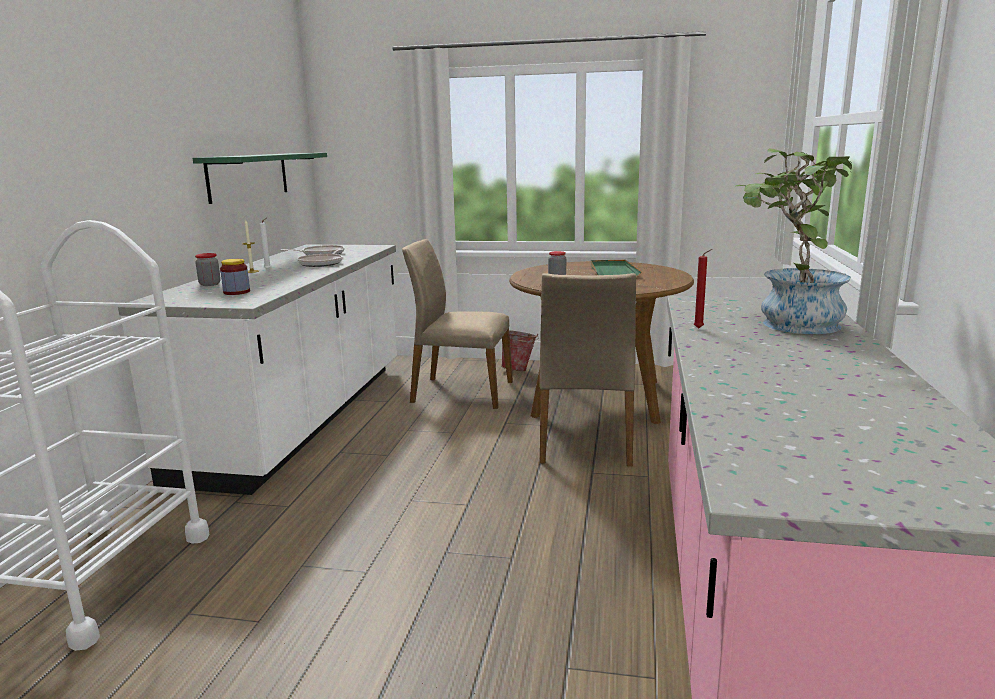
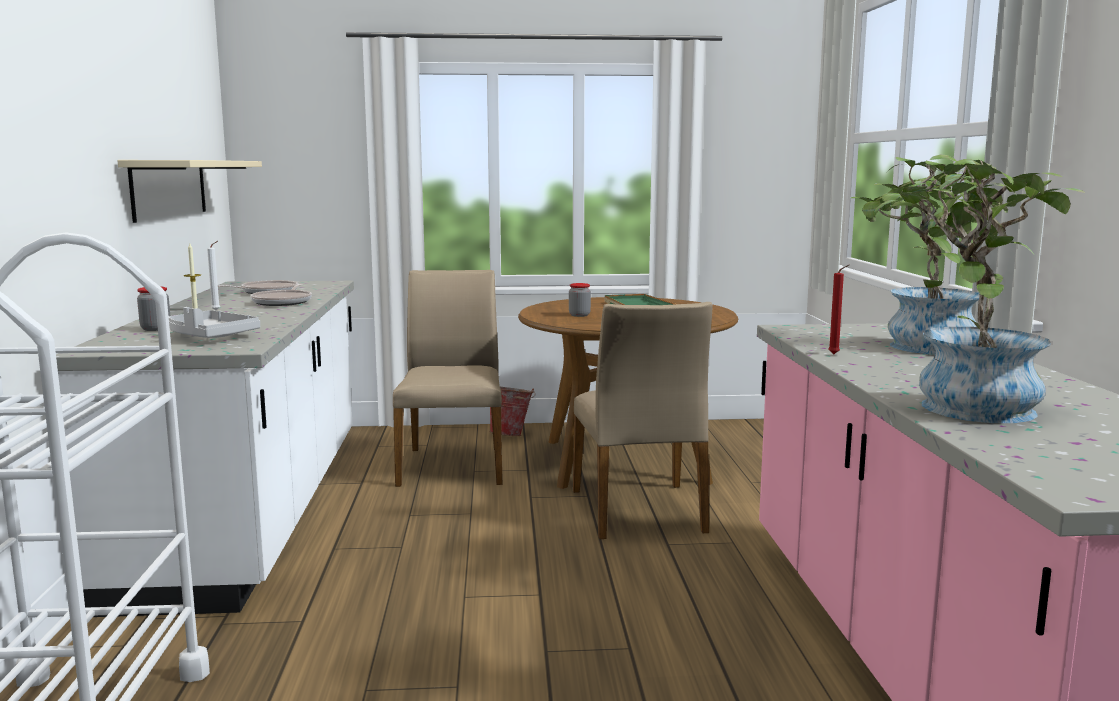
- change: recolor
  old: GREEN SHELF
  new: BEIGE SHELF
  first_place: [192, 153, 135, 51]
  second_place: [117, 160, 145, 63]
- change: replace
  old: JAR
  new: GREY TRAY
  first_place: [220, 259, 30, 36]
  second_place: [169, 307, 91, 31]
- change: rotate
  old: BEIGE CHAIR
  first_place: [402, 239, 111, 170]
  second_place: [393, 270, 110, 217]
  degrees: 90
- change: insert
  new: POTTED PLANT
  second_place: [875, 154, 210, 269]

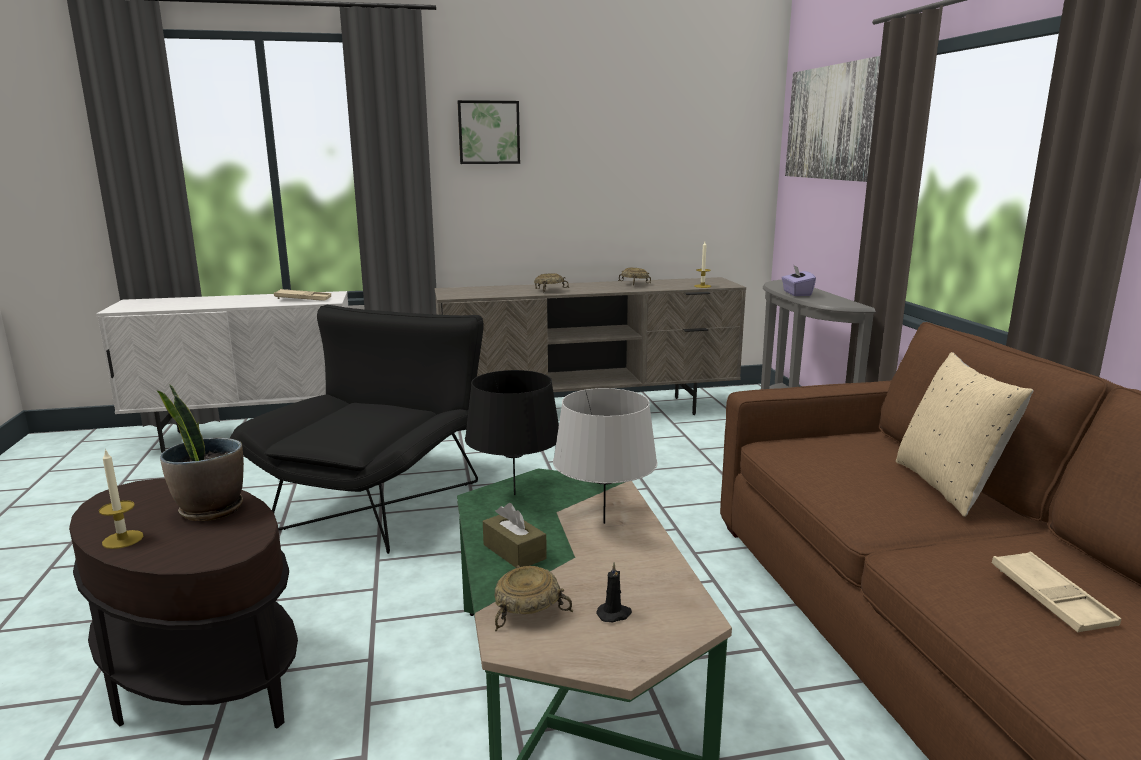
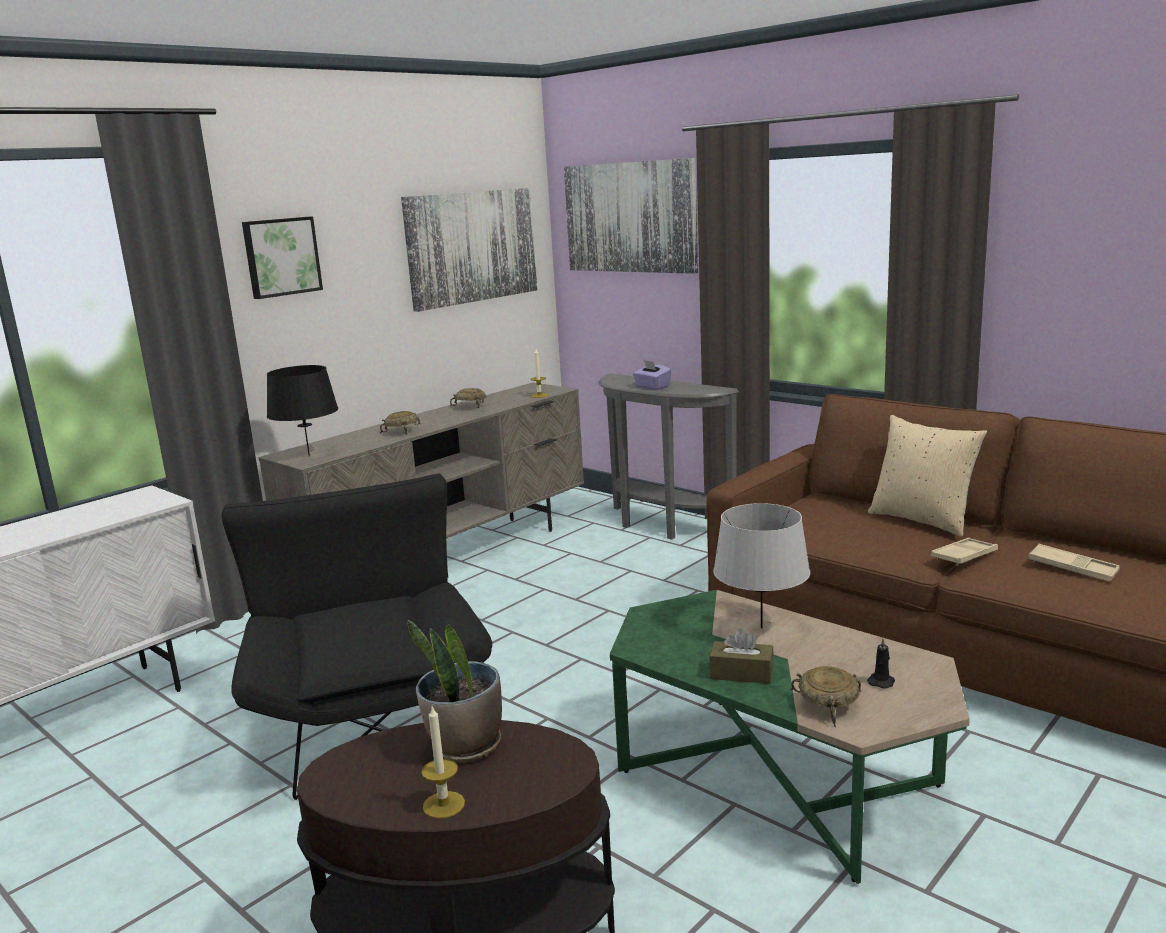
- change: move
  old: BLACK TABLE LAMP
  first_place: [465, 370, 94, 125]
  second_place: [267, 365, 71, 91]
- change: insert
  new: PICTURE
  second_place: [401, 188, 136, 124]
- change: move
  old: BEIGE TRAY
  first_place: [274, 289, 57, 12]
  second_place: [931, 538, 67, 28]

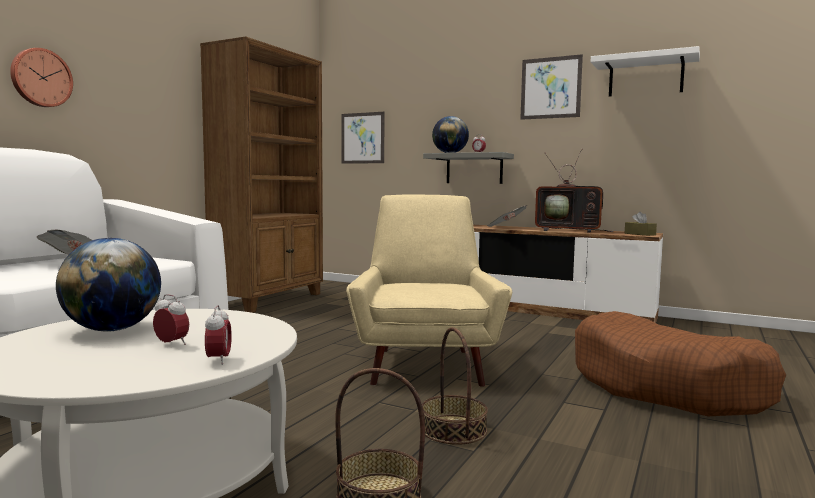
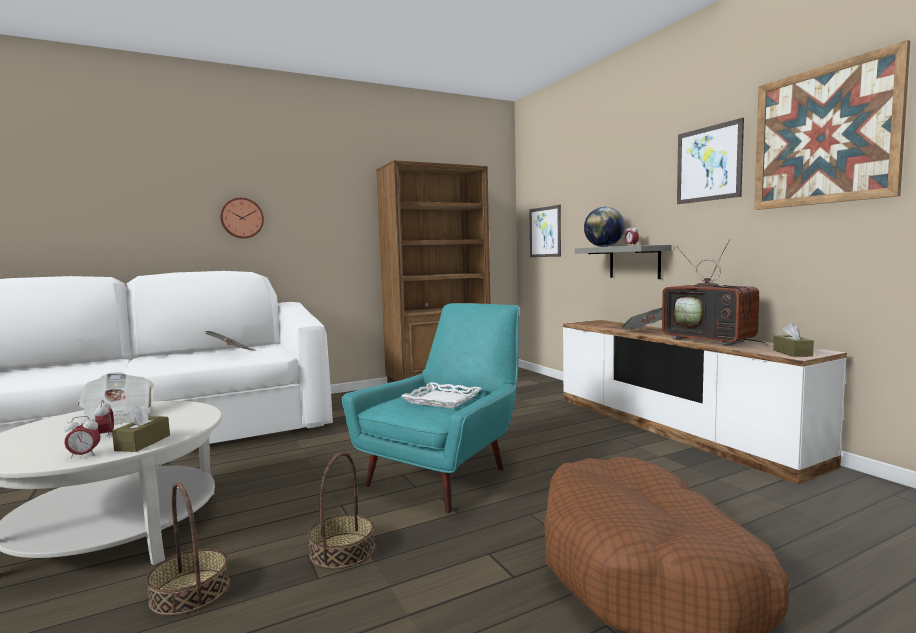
- change: rotate
  old: ALARM CLOCK
  first_place: [205, 305, 27, 60]
  second_place: [64, 416, 37, 43]
  degrees: 45
- change: replace
  old: GLOBE
  new: NEWSPAPER
  first_place: [56, 238, 105, 93]
  second_place: [77, 372, 77, 53]
- change: insert
  new: BROWN TISSUE BOX
  second_place: [112, 404, 58, 48]
- change: recolor
  old: BEIGE ARMCHAIR
  new: TURQUOISE ARMCHAIR
  first_place: [346, 194, 167, 193]
  second_place: [342, 303, 178, 210]
- change: insert
  new: WHITE TRAY
  second_place: [401, 382, 81, 27]
- change: replace
  old: WHITE SHELF
  new: PICTURE
  first_place: [591, 46, 109, 51]
  second_place: [754, 40, 157, 170]

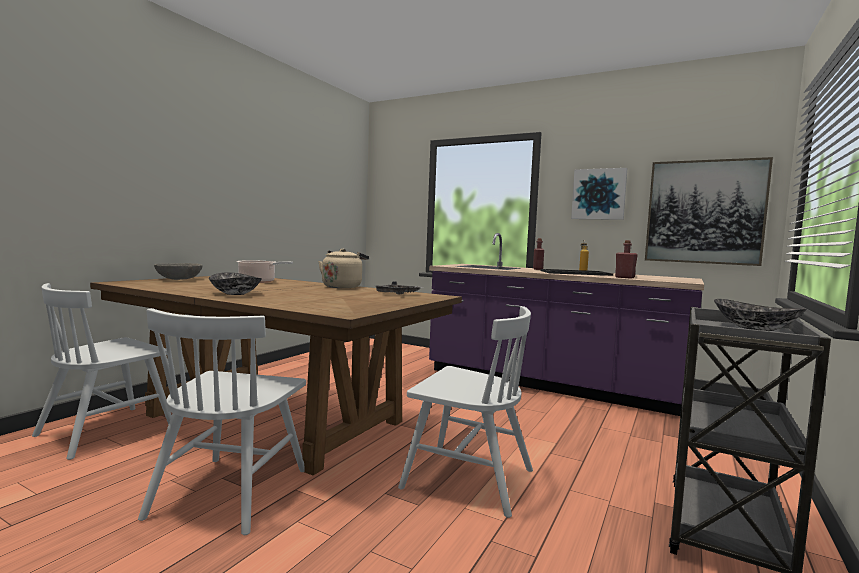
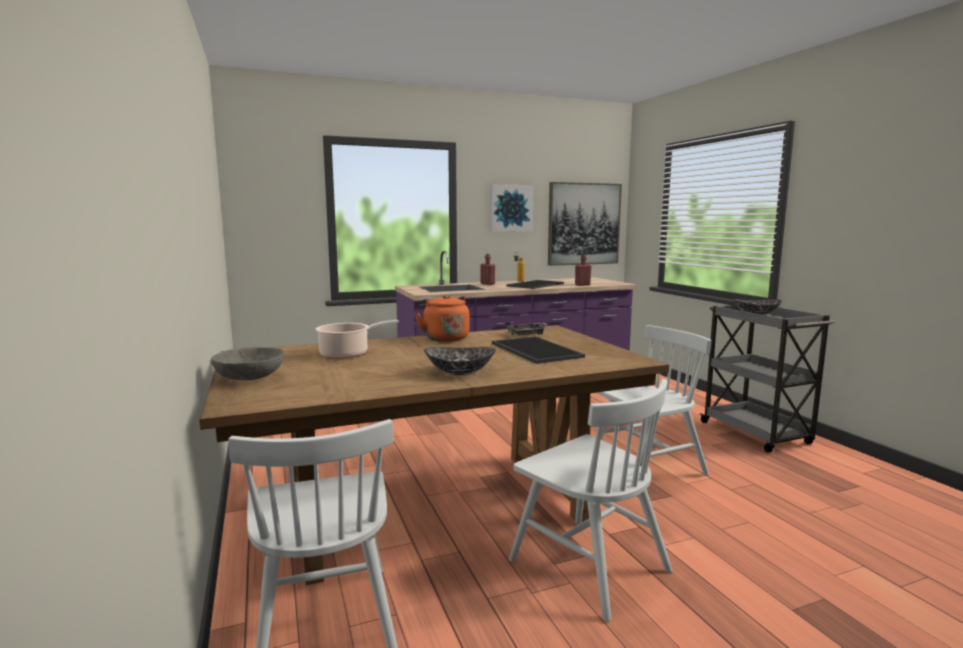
- change: recolor
  old: BEIGE KETTLE
  new: ORANGE KETTLE
  first_place: [318, 249, 51, 39]
  second_place: [415, 295, 54, 47]
- change: insert
  new: TRAY
  second_place: [492, 336, 93, 28]

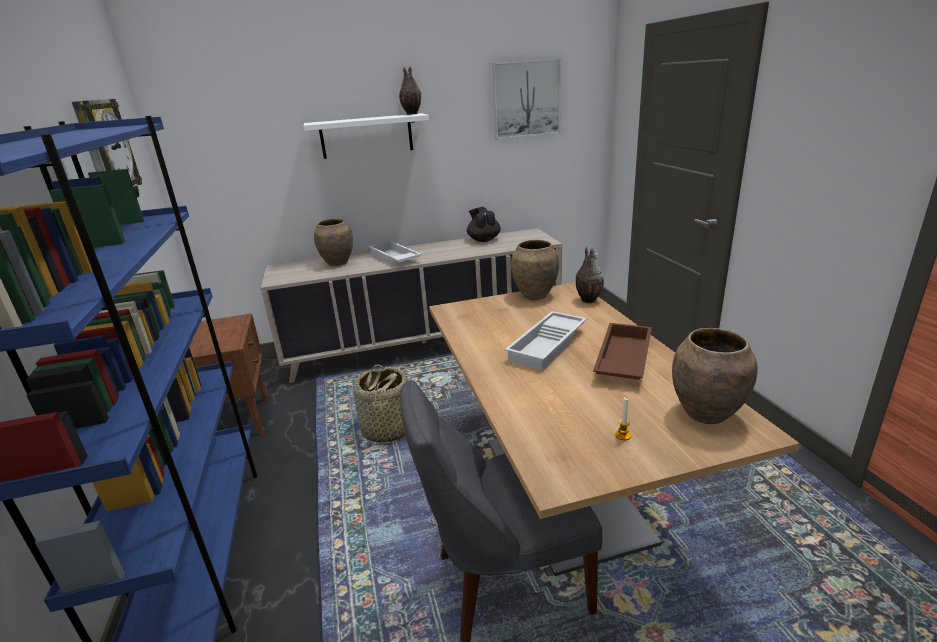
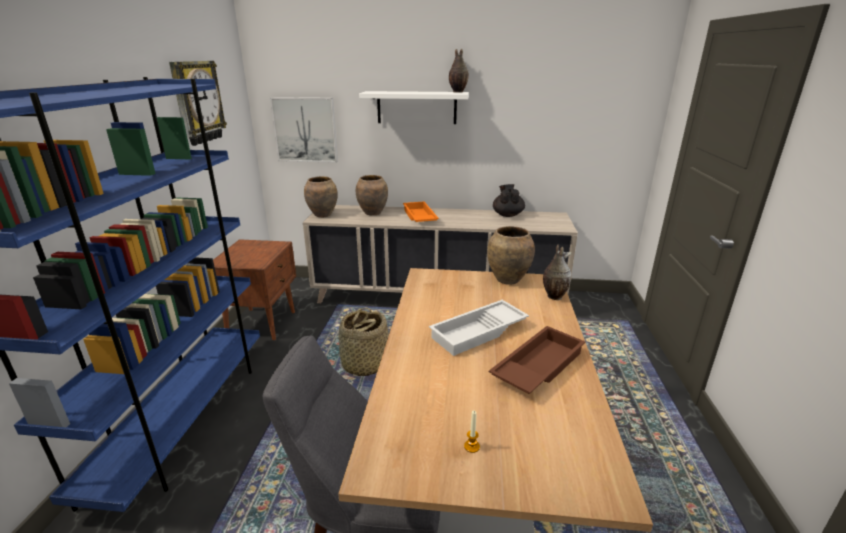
- change: move
  old: PICTURE
  first_place: [492, 59, 69, 80]
  second_place: [270, 97, 68, 66]
- change: move
  old: BROWN VASE
  first_place: [672, 328, 85, 96]
  second_place: [304, 176, 34, 41]
- change: recolor
  old: WHITE TRAY
  new: ORANGE TRAY
  first_place: [368, 241, 54, 22]
  second_place: [403, 201, 36, 21]

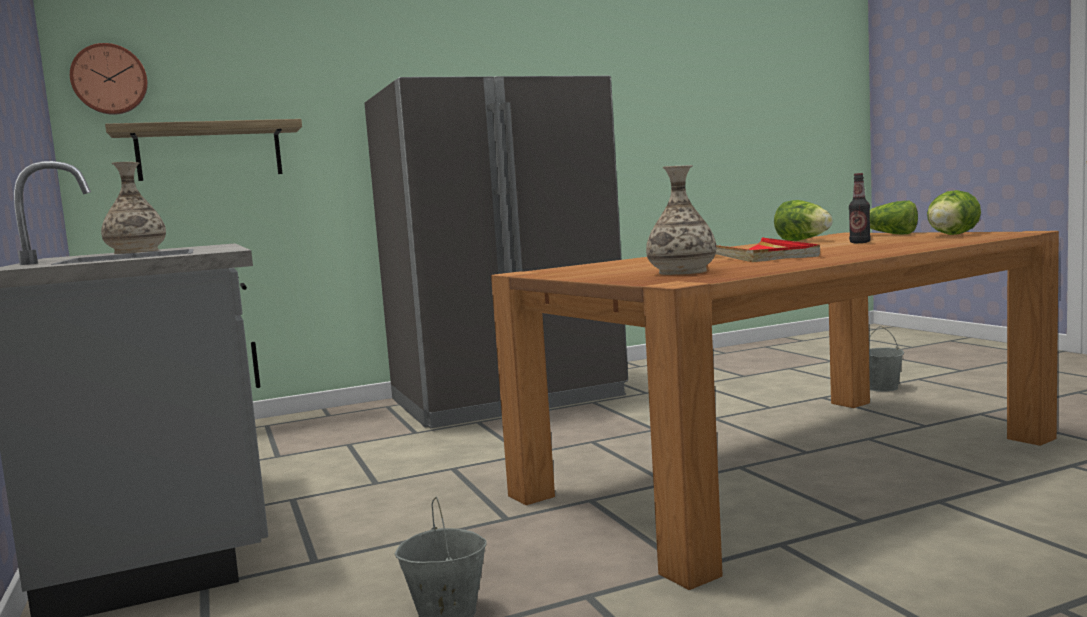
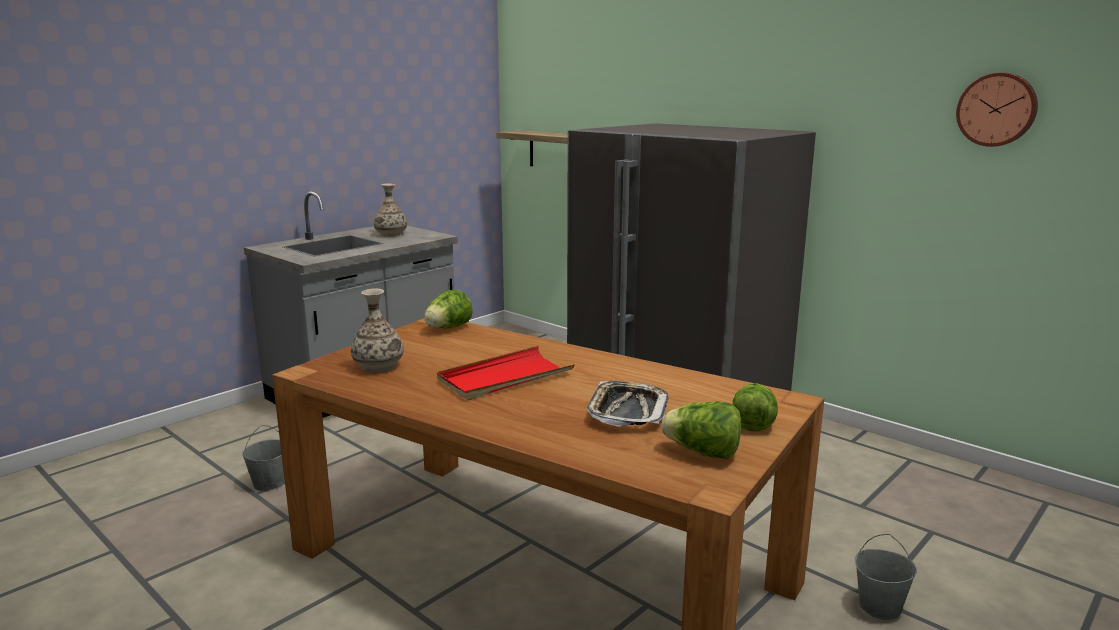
- change: move
  old: LETTUCE
  first_place: [774, 200, 59, 41]
  second_place: [424, 290, 49, 38]
- change: replace
  old: BOTTLE
  new: TRAY
  first_place: [849, 173, 22, 70]
  second_place: [586, 381, 82, 46]
- change: move
  old: WALL CLOCK
  first_place: [70, 43, 78, 72]
  second_place: [956, 73, 82, 74]

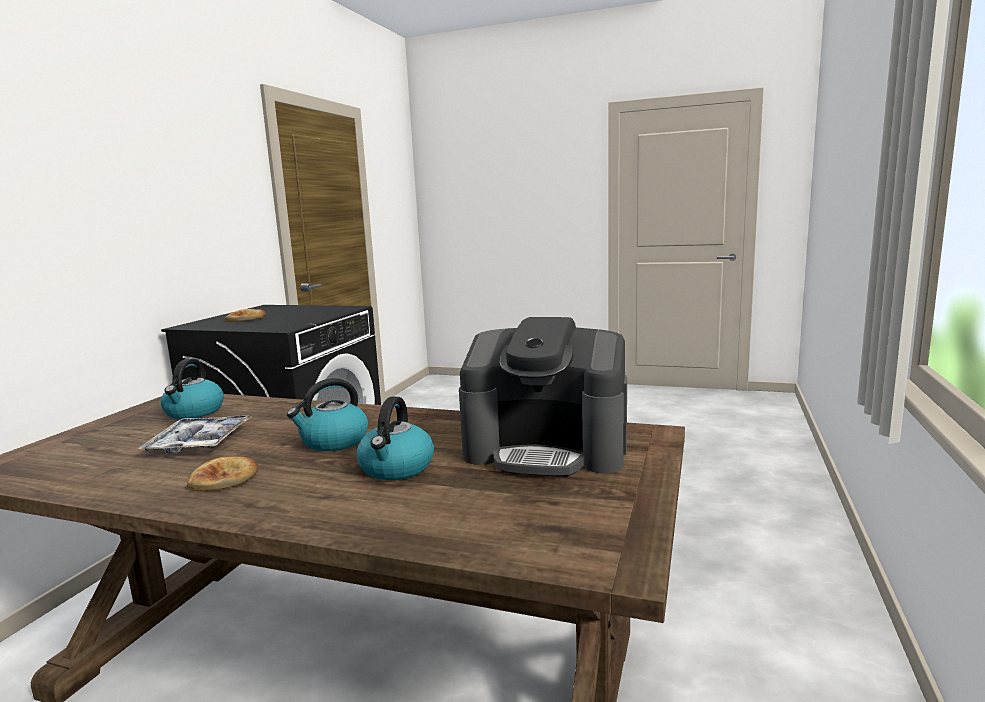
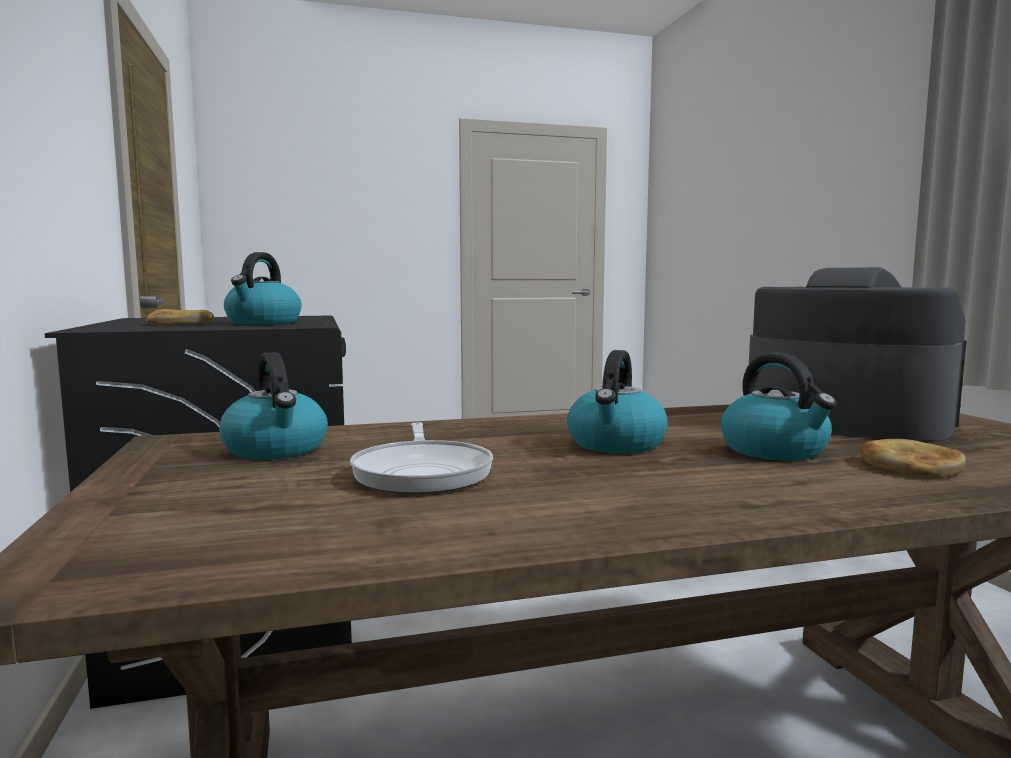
- change: insert
  new: KETTLE
  second_place: [224, 252, 77, 73]
- change: replace
  old: TRAY
  new: FRYING PAN
  first_place: [139, 415, 113, 39]
  second_place: [350, 422, 143, 72]
- change: rotate
  old: COFFEE MACHINE
  first_place: [459, 317, 168, 160]
  second_place: [749, 267, 217, 174]
  degrees: -120
- change: move
  old: BREAD
  first_place: [187, 456, 71, 35]
  second_place: [859, 439, 107, 40]

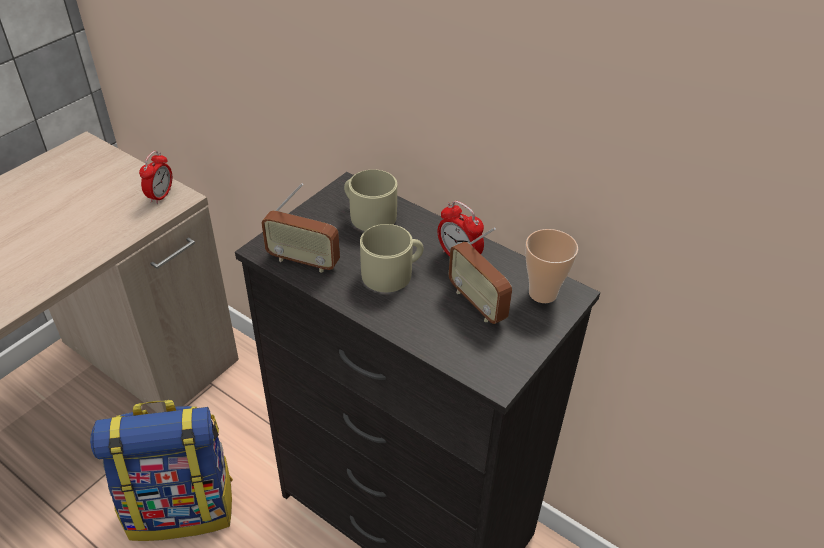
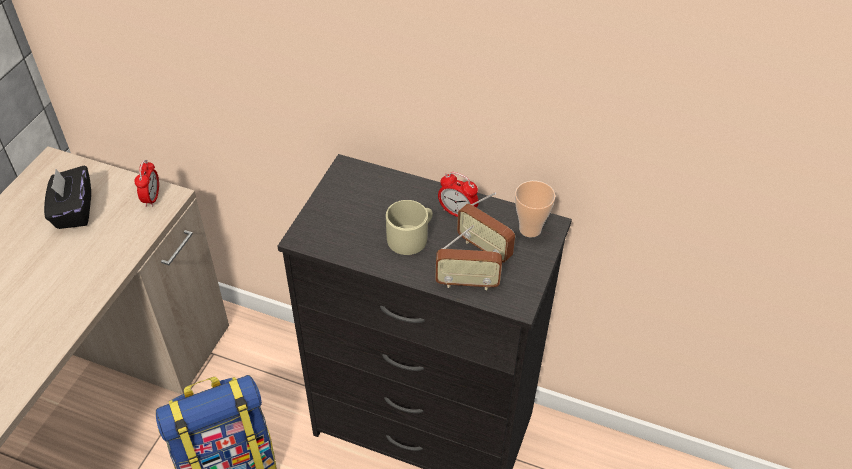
- change: insert
  new: BLACK TISSUE BOX
  second_place: [44, 165, 47, 64]
- change: move
  old: RADIO
  first_place: [261, 183, 79, 90]
  second_place: [435, 225, 67, 66]
- change: delete
  old: BEIGE MUG
  first_place: [344, 169, 53, 62]

